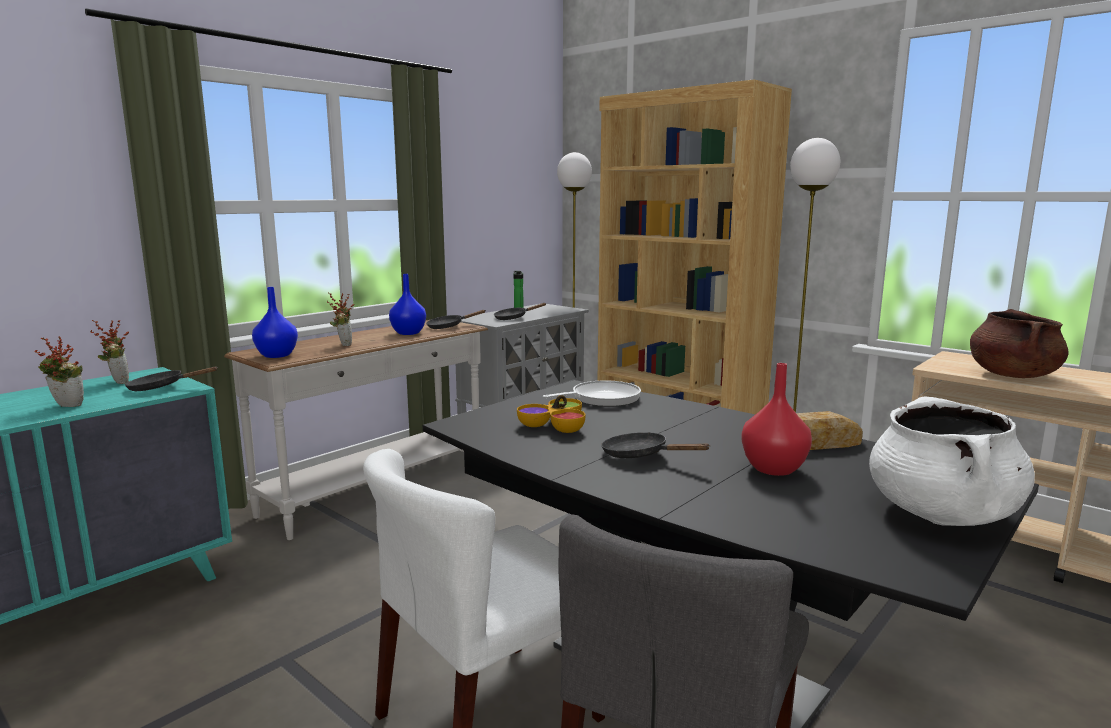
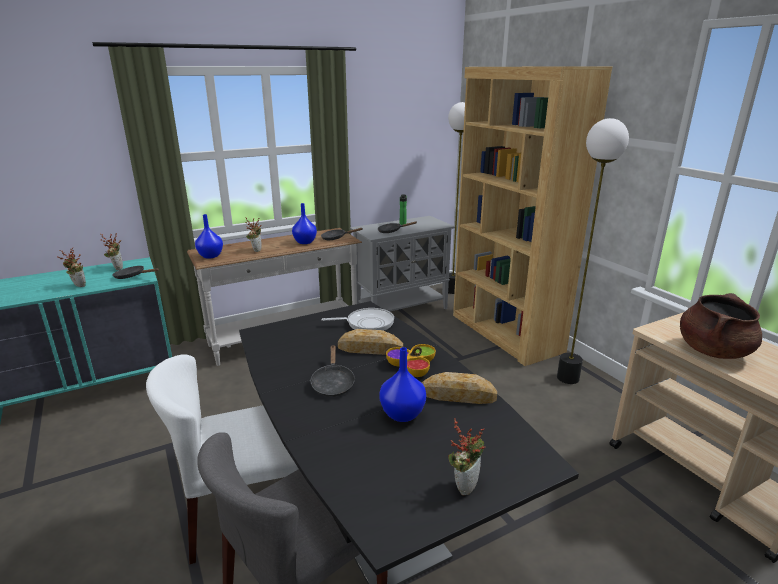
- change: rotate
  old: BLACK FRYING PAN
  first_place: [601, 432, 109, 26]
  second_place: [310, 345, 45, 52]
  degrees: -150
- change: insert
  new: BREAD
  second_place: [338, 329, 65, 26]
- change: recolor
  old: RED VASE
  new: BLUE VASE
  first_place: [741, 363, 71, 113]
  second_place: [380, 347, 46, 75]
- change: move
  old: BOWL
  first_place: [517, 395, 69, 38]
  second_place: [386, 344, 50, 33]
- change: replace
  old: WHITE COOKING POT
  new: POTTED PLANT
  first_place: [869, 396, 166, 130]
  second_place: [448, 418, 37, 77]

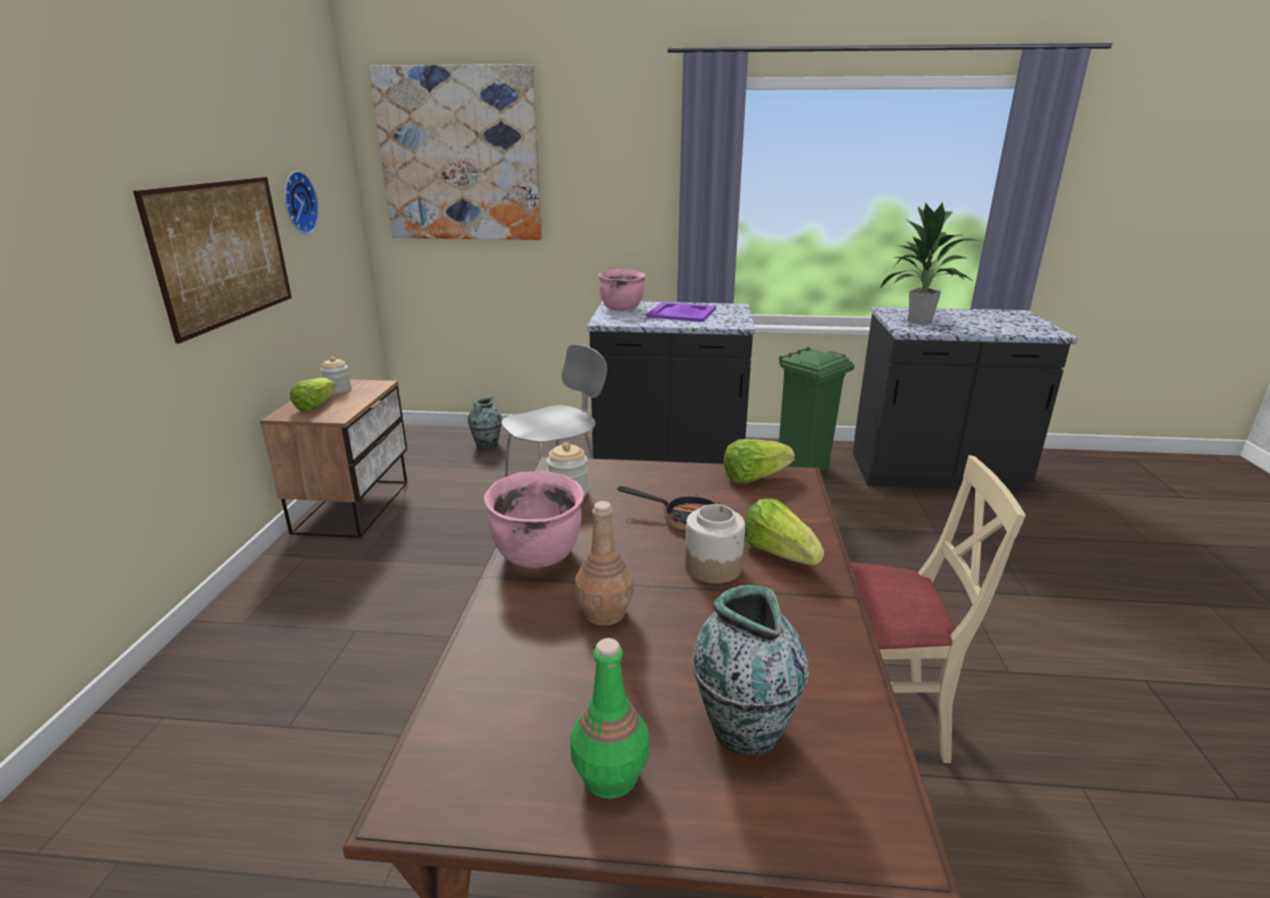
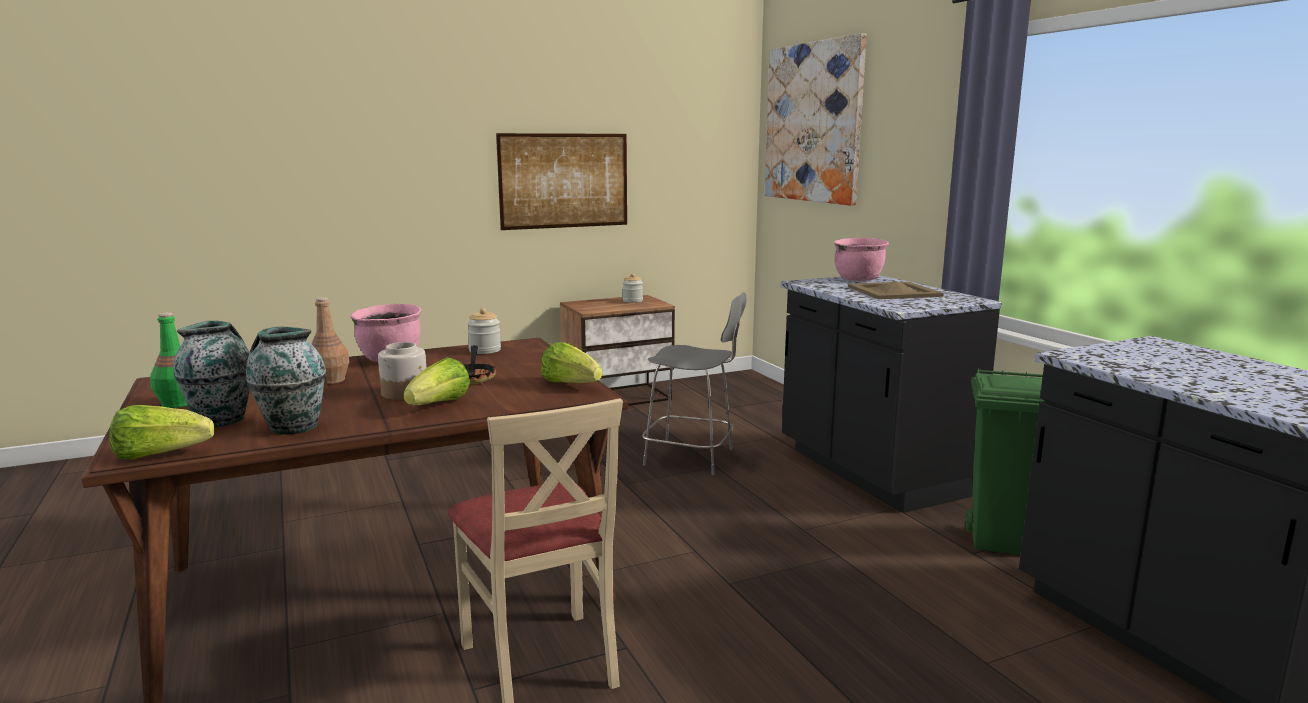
- change: move
  old: LETTUCE
  first_place: [290, 378, 45, 34]
  second_place: [109, 405, 105, 54]
- change: move
  old: VASE
  first_place: [468, 397, 34, 52]
  second_place: [246, 327, 80, 107]
- change: recolor
  old: PURPLE TRAY
  new: BEIGE TRAY
  first_place: [646, 302, 70, 20]
  second_place: [848, 281, 96, 18]
- change: delete
  old: WALL CLOCK
  first_place: [284, 171, 35, 64]
- change: delete
  old: POTTED PLANT
  first_place: [880, 202, 99, 122]

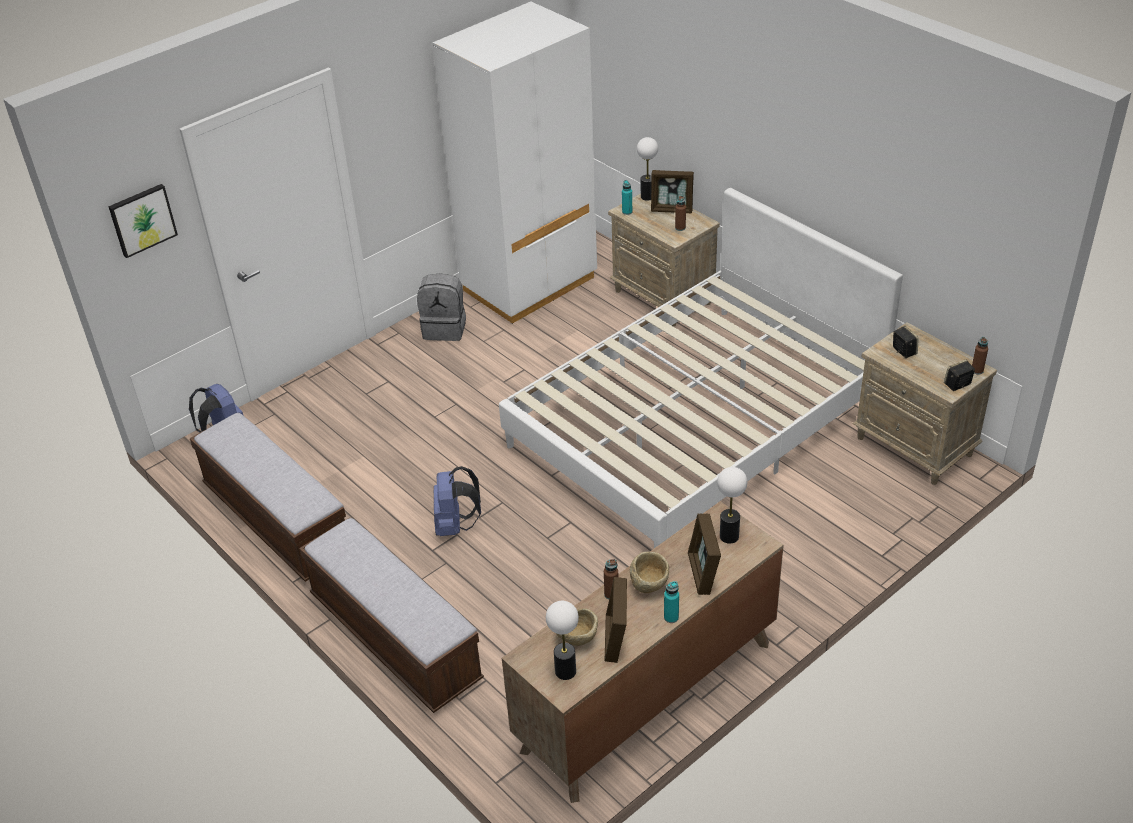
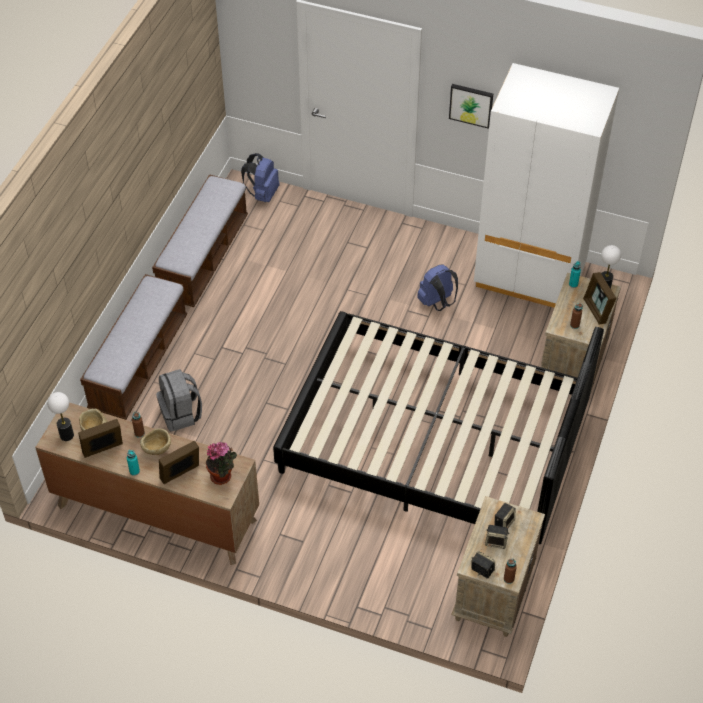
- change: move
  old: GREY BACKPACK
  first_place: [417, 273, 49, 68]
  second_place: [156, 369, 46, 63]
- change: replace
  old: TABLE LAMP
  new: POTTED PLANT
  first_place: [717, 467, 30, 77]
  second_place: [206, 442, 31, 43]
- change: recolor
  old: WHITE BED
  new: BLACK BED
  first_place: [499, 188, 404, 360]
  second_place: [273, 311, 331, 233]
- change: move
  old: BLUE BACKPACK
  first_place: [434, 466, 47, 70]
  second_place: [417, 264, 41, 47]
- change: move
  old: PICTURE
  first_place: [108, 184, 70, 74]
  second_place: [449, 84, 44, 45]
- change: insert
  new: SPEAKER
  second_place: [485, 525, 25, 24]

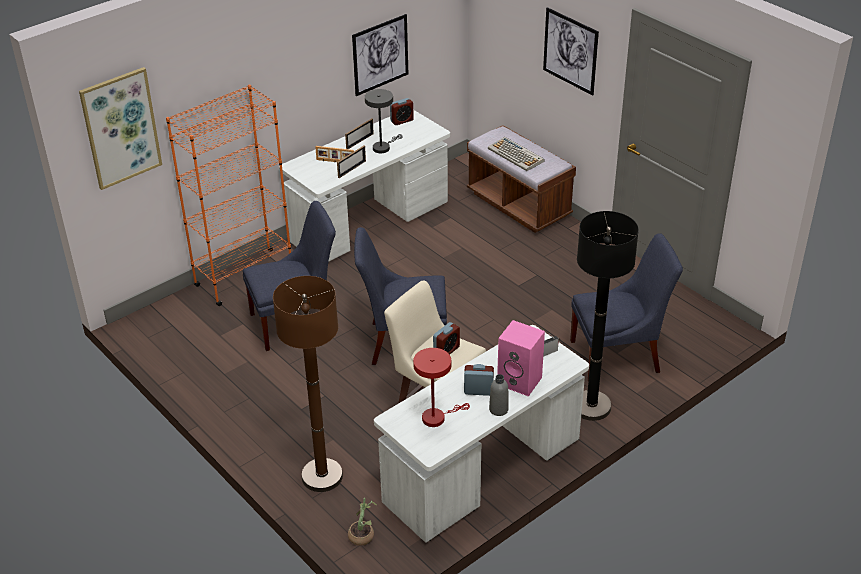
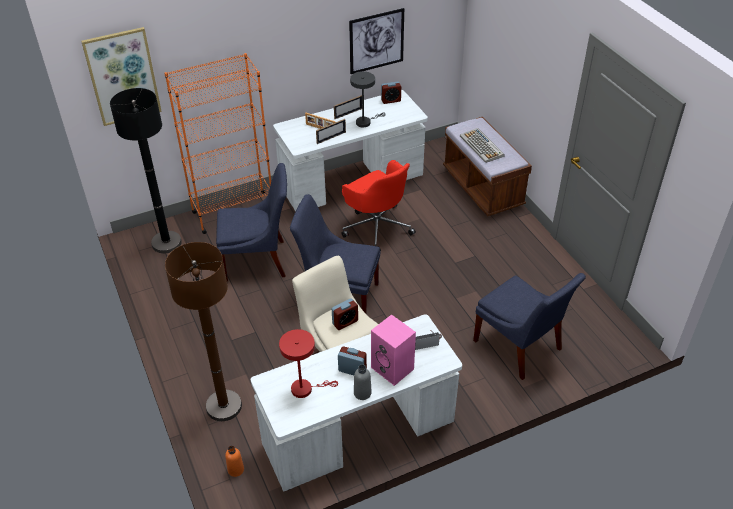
- change: move
  old: BLACK FLOOR LAMP
  first_place: [577, 211, 62, 210]
  second_place: [110, 88, 72, 165]
- change: replace
  old: POTTED PLANT
  new: ORANGE BOTTLE
  first_place: [348, 498, 29, 48]
  second_place: [225, 445, 19, 32]
- change: insert
  new: RED OFFICE CHAIR
  second_place: [342, 160, 74, 92]
- change: rotate
  old: BLUE CHAIR
  first_place: [570, 233, 113, 148]
  second_place: [473, 273, 113, 107]
  degrees: 45
- change: delete
  old: PICTURE
  first_place: [543, 7, 56, 89]

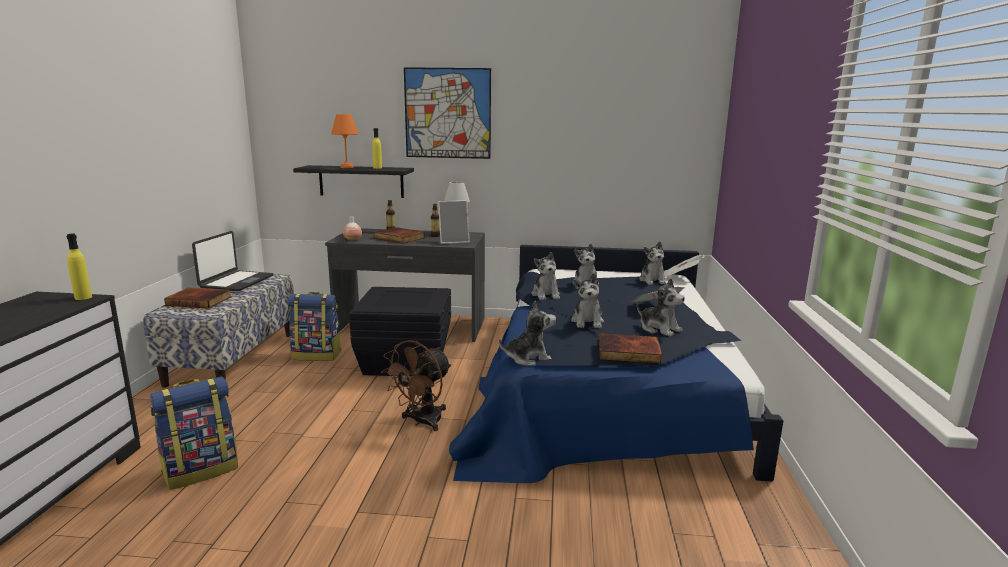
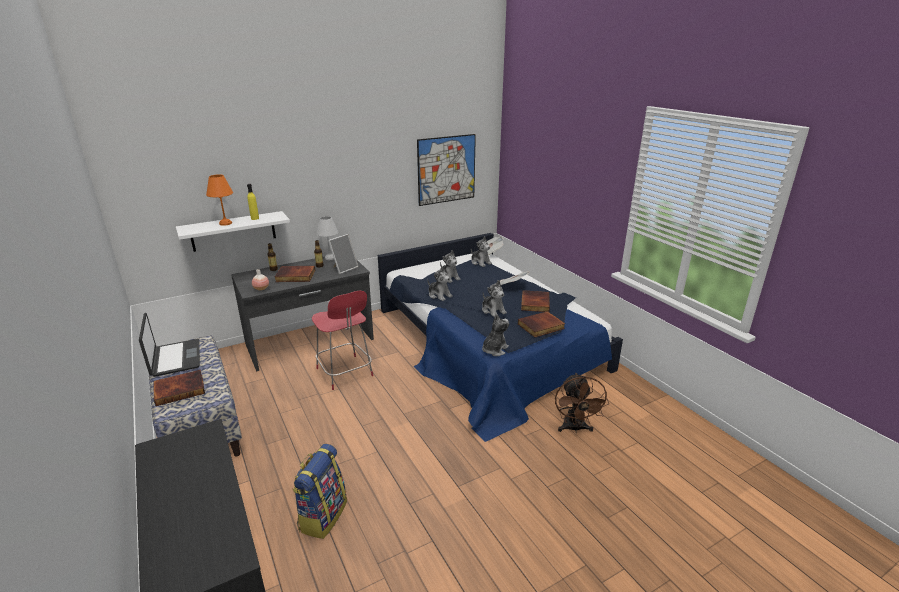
- change: recolor
  old: BLACK SHELF
  new: WHITE SHELF
  first_place: [293, 165, 121, 33]
  second_place: [176, 211, 114, 41]
- change: replace
  old: BLACK STORAGE BOX
  new: RED STOOL
  first_place: [349, 287, 102, 90]
  second_place: [312, 291, 61, 99]
- change: move
  old: PICTURE
  first_place: [404, 67, 87, 92]
  second_place: [417, 134, 59, 72]
- change: replace
  old: PLUSH TOY
  new: BOOK
  first_place: [637, 278, 48, 59]
  second_place: [521, 290, 29, 22]
- change: move
  old: BROWN FAN
  first_place: [381, 340, 71, 91]
  second_place: [555, 373, 54, 60]
- change: delete
  old: YELLOW BOTTLE
  first_place: [67, 233, 25, 67]
- change: delete
  old: BACKPACK
  first_place: [287, 292, 55, 69]

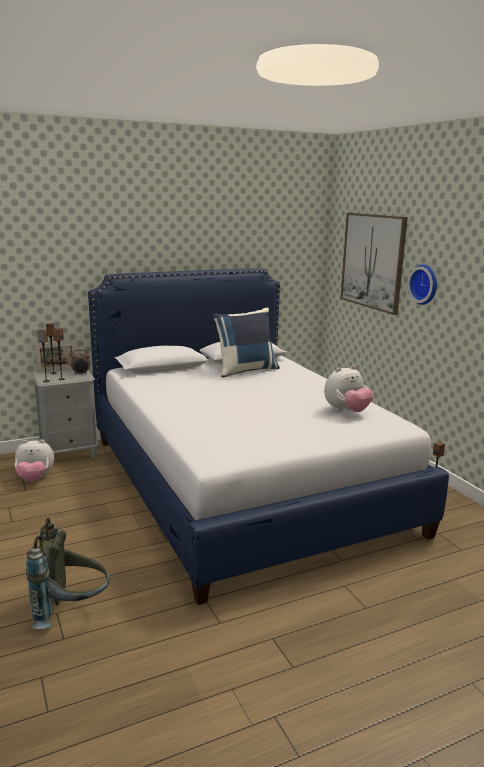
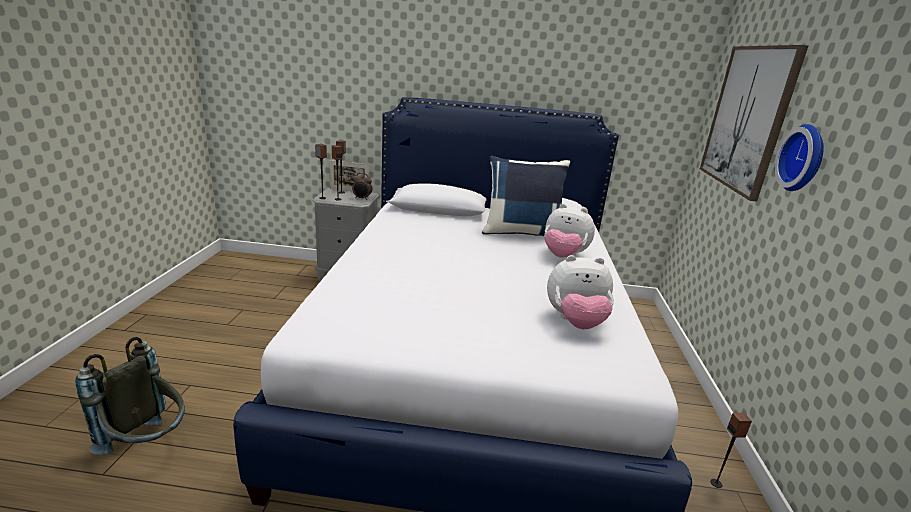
- change: move
  old: PLUSH TOY
  first_place: [15, 440, 39, 42]
  second_place: [544, 204, 51, 54]

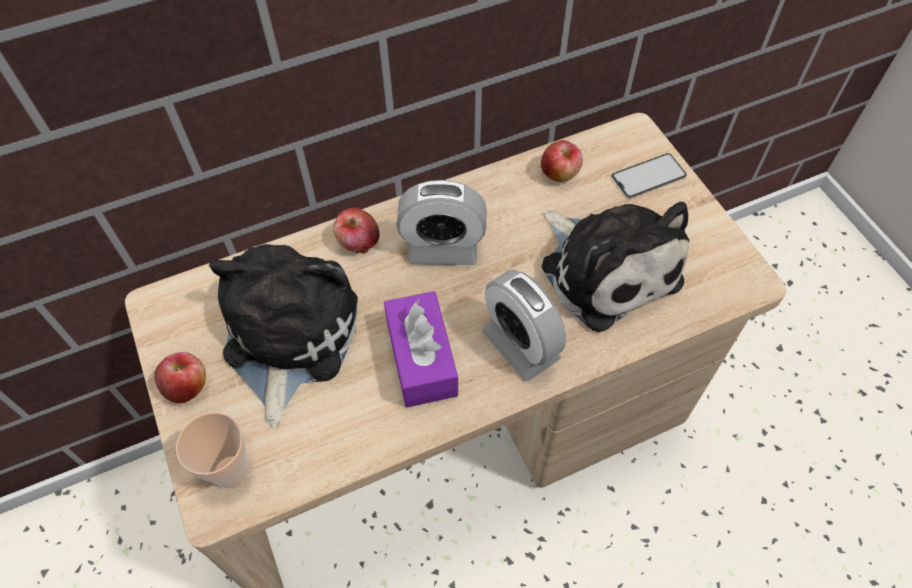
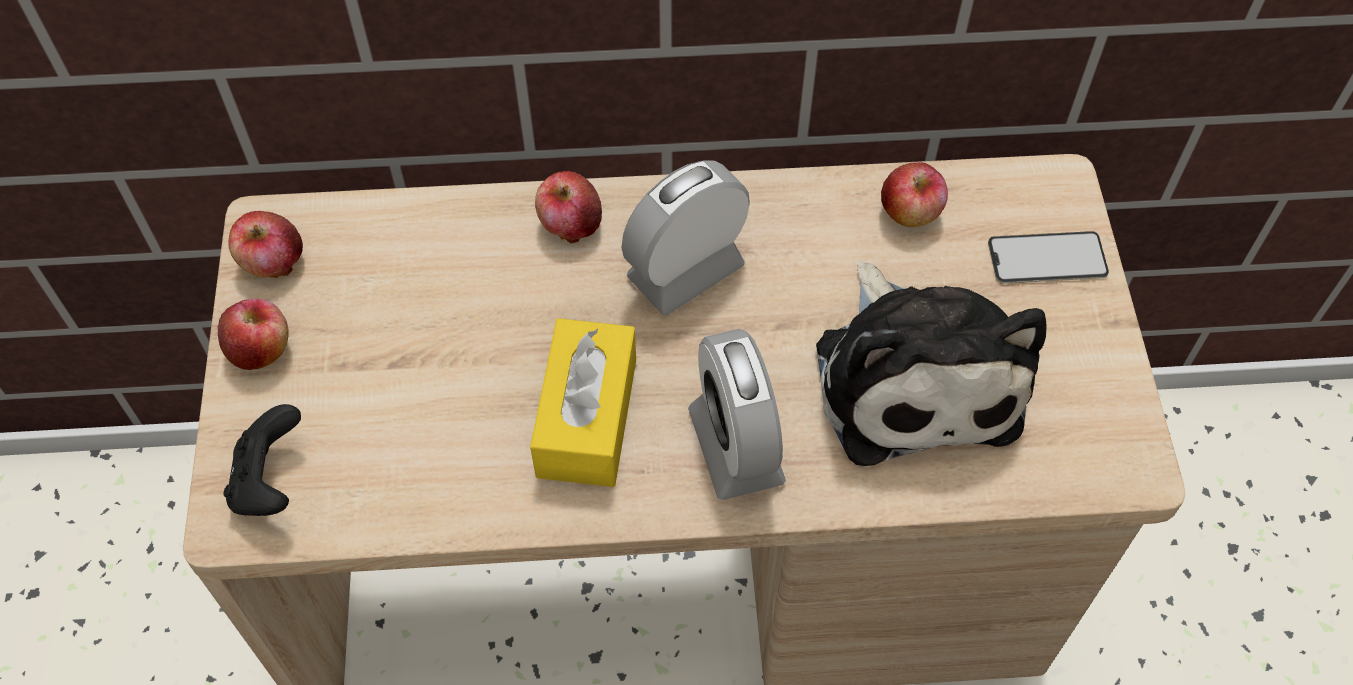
- change: replace
  old: CUP
  new: BLACK GAME CONTROLLER
  first_place: [176, 412, 72, 76]
  second_place: [223, 404, 78, 112]
- change: insert
  new: APPLE
  second_place: [228, 211, 75, 67]
- change: recolor
  old: PURPLE TISSUE BOX
  new: YELLOW TISSUE BOX
  first_place: [384, 291, 74, 116]
  second_place: [530, 318, 106, 169]
- change: rotate
  old: ALARM CLOCK
  first_place: [396, 180, 91, 85]
  second_place: [622, 161, 128, 154]
  degrees: 120
- change: delete
  old: PLUSH TOY
  first_place: [209, 243, 149, 184]

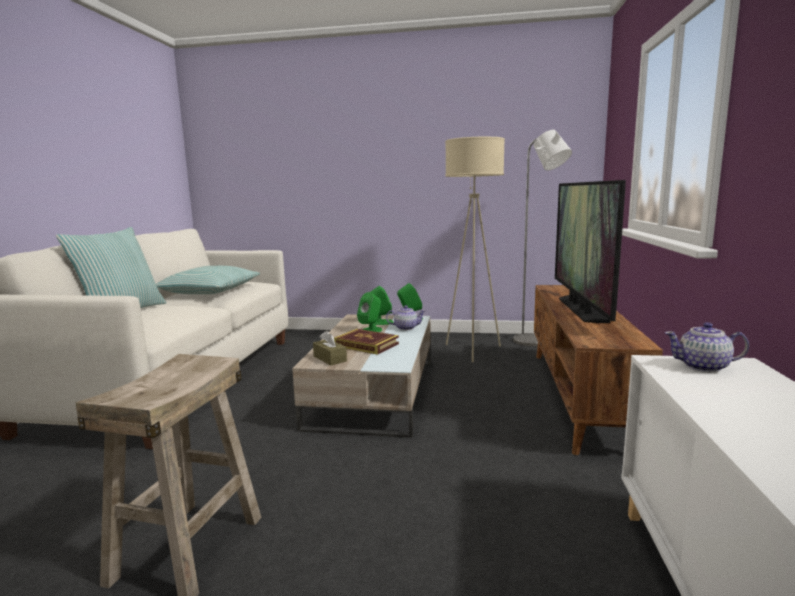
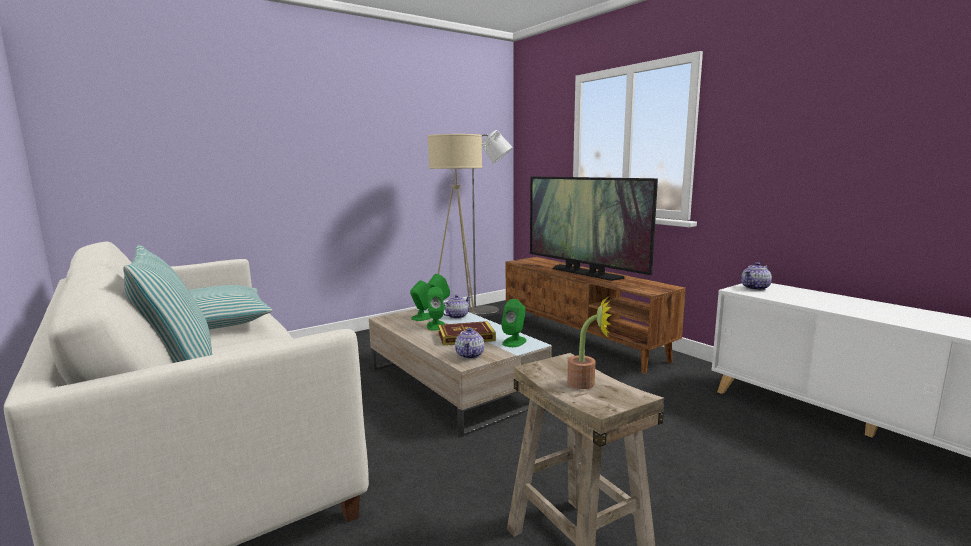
- change: replace
  old: BROWN TISSUE BOX
  new: TEAPOT
  first_place: [313, 330, 34, 35]
  second_place: [455, 328, 29, 31]
- change: insert
  new: GREEN SPEAKER
  second_place: [501, 299, 25, 48]
- change: insert
  new: POTTED PLANT
  second_place: [567, 298, 44, 91]

